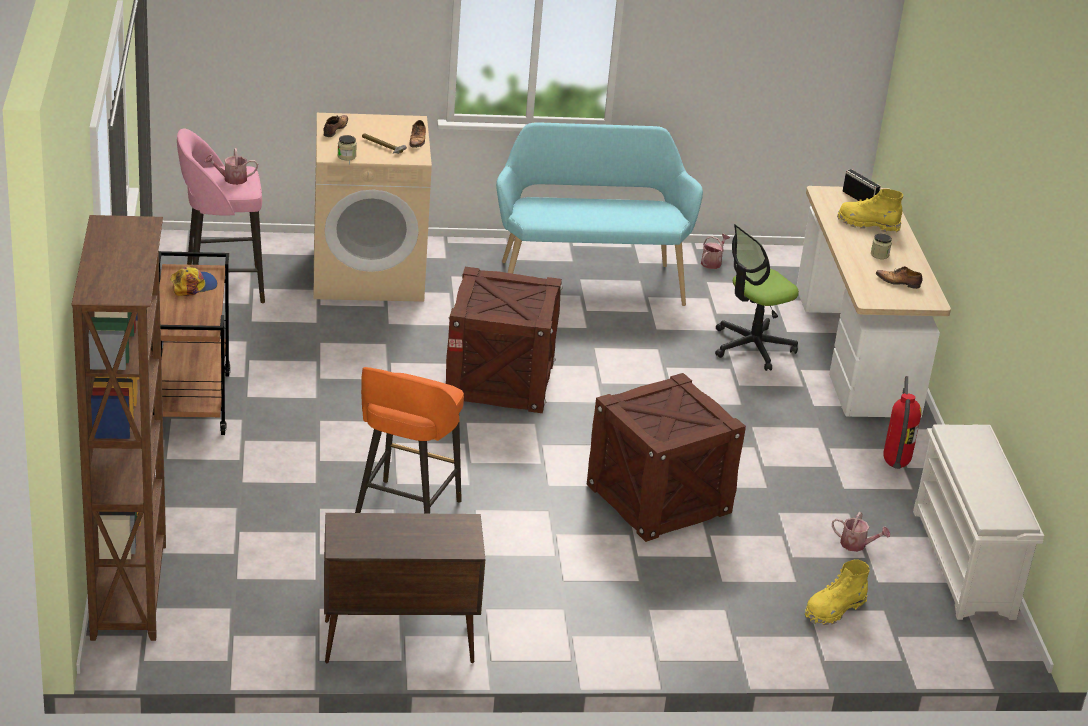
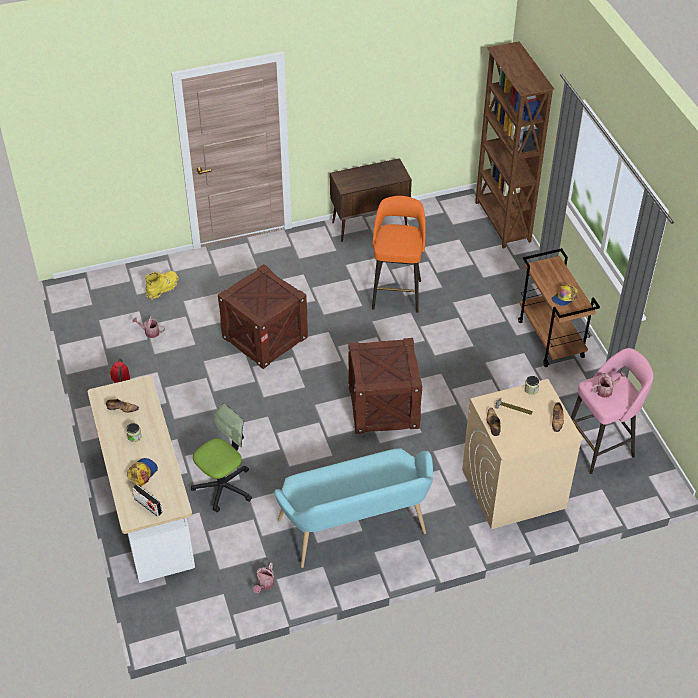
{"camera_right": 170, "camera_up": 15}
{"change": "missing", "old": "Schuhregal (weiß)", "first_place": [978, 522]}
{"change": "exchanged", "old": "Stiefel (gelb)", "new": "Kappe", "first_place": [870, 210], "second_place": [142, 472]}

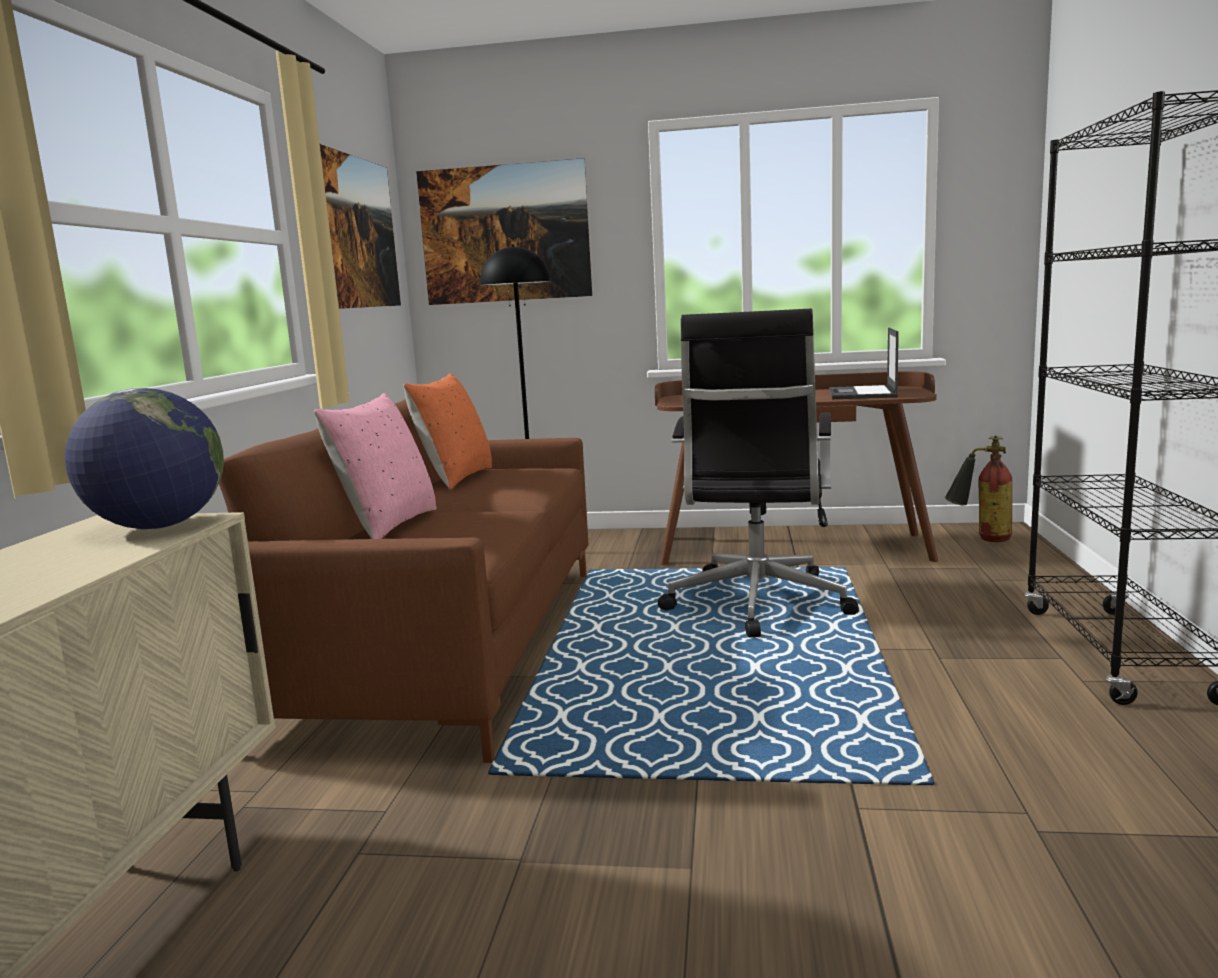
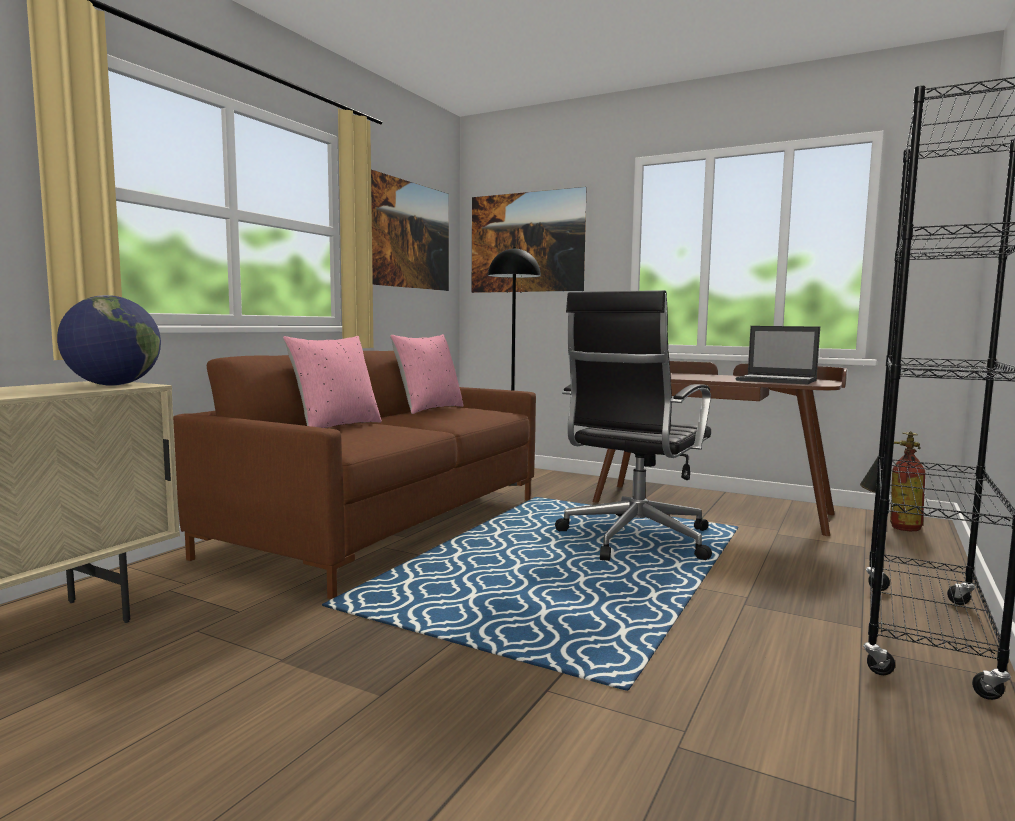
{"camera_right": 20, "camera_up": -5}
{"change": "colour", "old": "Kissen (orange)", "new": "Kissen (rosa)", "first_place": [447, 431], "second_place": [427, 374]}
{"change": "spun", "old": "Laptop", "first_place": [864, 363], "second_place": [778, 355], "degrees": -90}

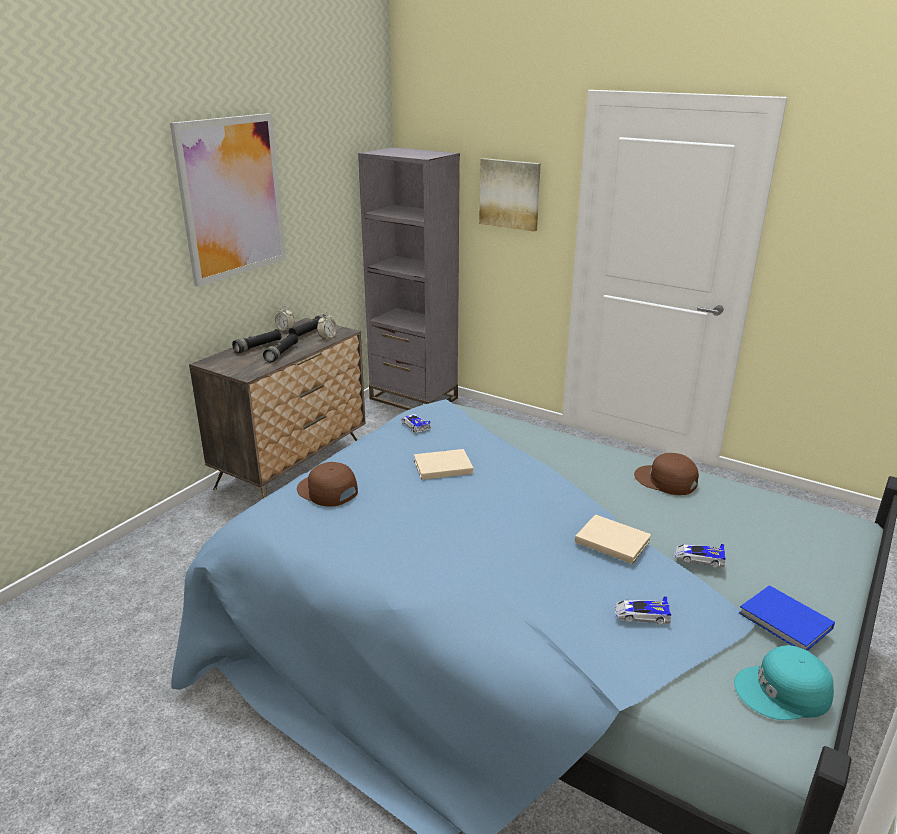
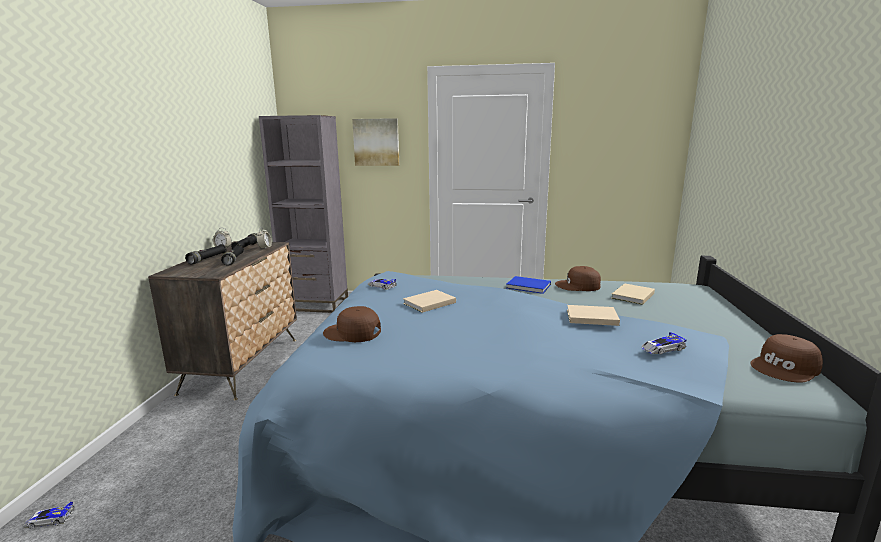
{"camera_right": -25, "camera_up": -10}
{"change": "missing", "old": "Bild", "first_place": [228, 200]}
{"change": "appeared", "new": "Buch (beige)", "second_place": [633, 294]}
{"change": "relocated", "old": "Spielzeugauto", "first_place": [700, 556], "second_place": [49, 515]}
{"change": "relocated", "old": "Buch (blau)", "first_place": [787, 618], "second_place": [528, 285]}
{"change": "colour", "old": "Kappe (türkis)", "new": "Kappe (braun)", "first_place": [784, 682], "second_place": [786, 358]}

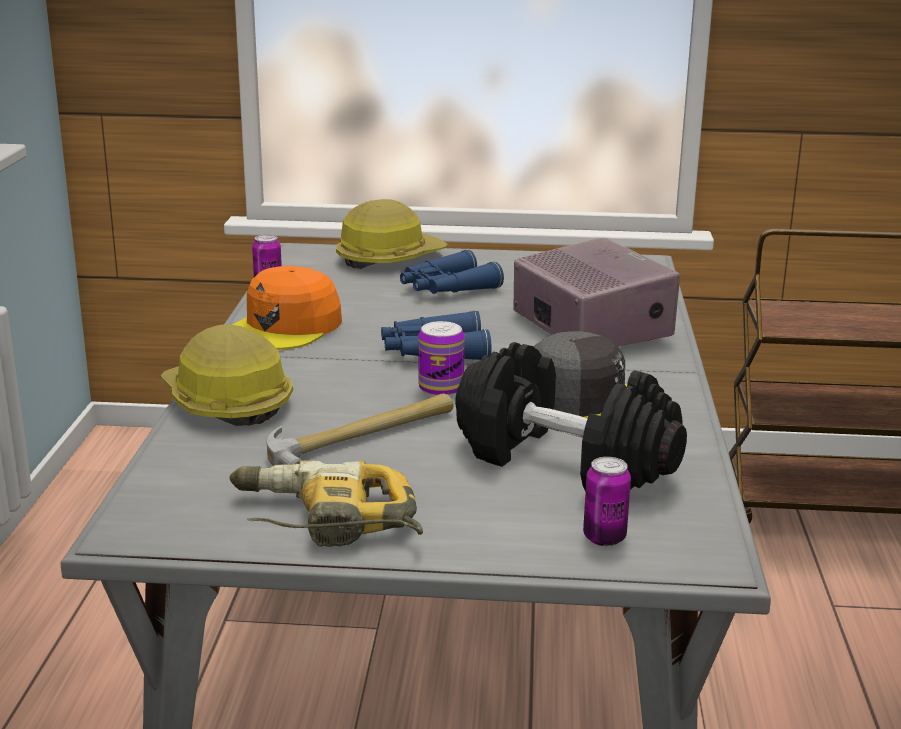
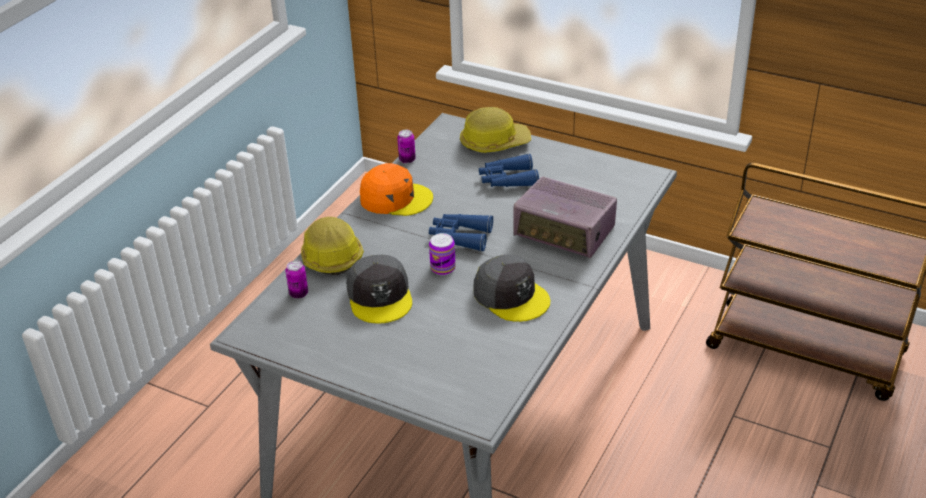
{"camera_right": 25, "camera_up": 15}
{"change": "missing", "old": "Bohrmaschine", "first_place": [326, 503]}
{"change": "missing", "old": "Hantel (schwarz)", "first_place": [571, 416]}
{"change": "relocated", "old": "Dose", "first_place": [607, 501], "second_place": [296, 279]}
{"change": "exchanged", "old": "Hammer", "new": "Kappe (grau)", "first_place": [360, 429], "second_place": [379, 289]}
{"change": "spun", "old": "Kappe (orange)", "first_place": [287, 308], "second_place": [396, 189], "degrees": -135}
{"change": "spun", "old": "Radio", "first_place": [596, 291], "second_place": [565, 217], "degrees": 120}

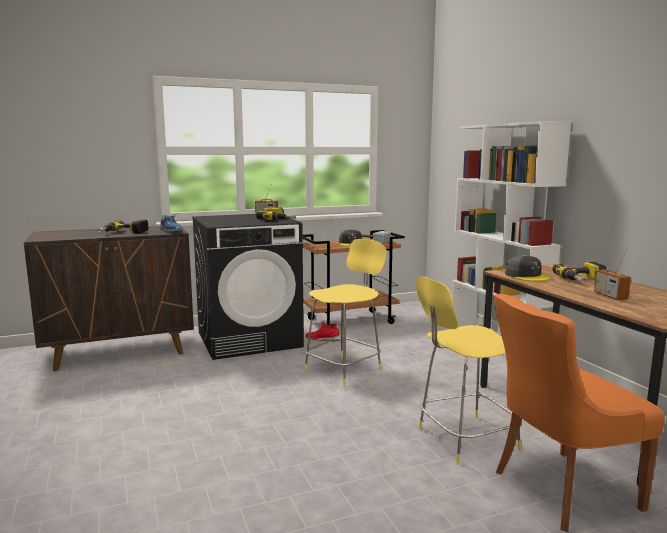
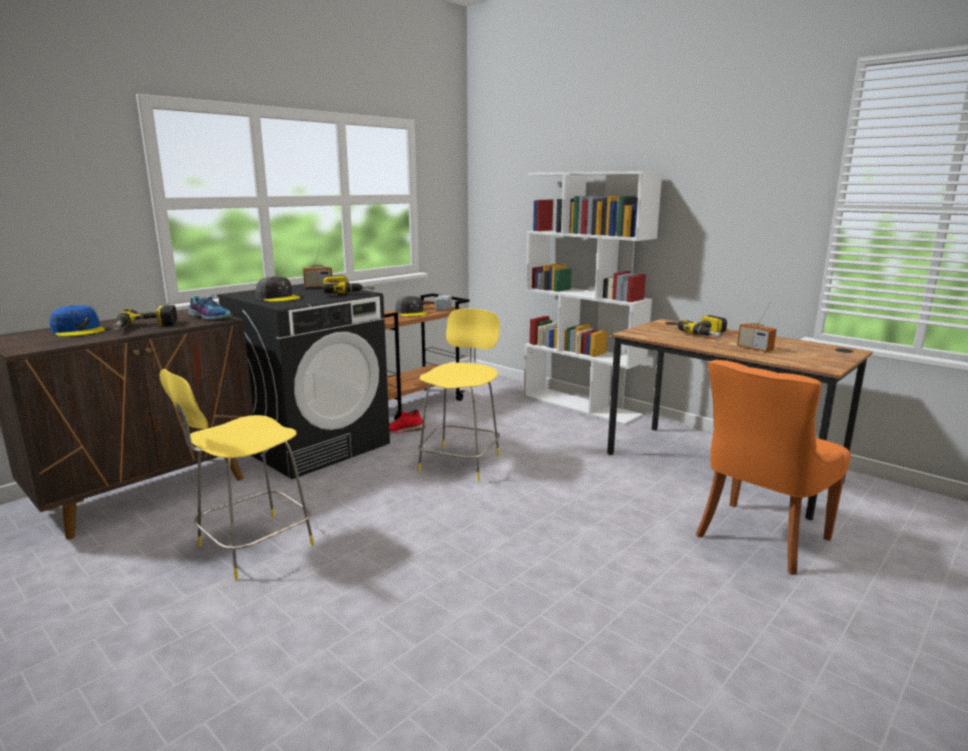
{"camera_right": -25, "camera_up": 5}
{"change": "appeared", "new": "Kappe (blau)", "second_place": [77, 321]}
{"change": "relocated", "old": "Hocker (gelb)", "first_place": [468, 370], "second_place": [237, 474]}
{"change": "relocated", "old": "Kappe (grau)", "first_place": [527, 268], "second_place": [278, 289]}

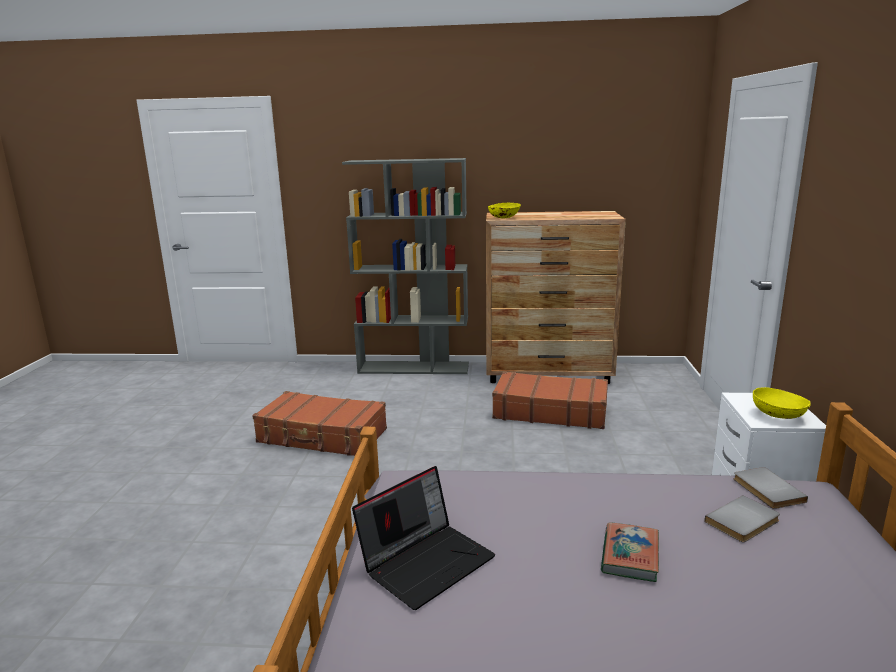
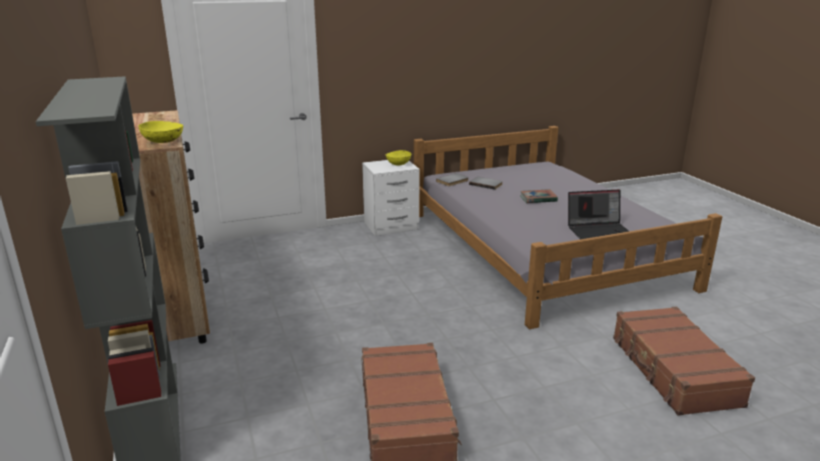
{"camera_right": -115, "camera_up": 5}
{"change": "relocated", "old": "Koffer (braun)", "first_place": [550, 400], "second_place": [684, 361]}
{"change": "spun", "old": "Laptop", "first_place": [423, 538], "second_place": [598, 214], "degrees": 150}

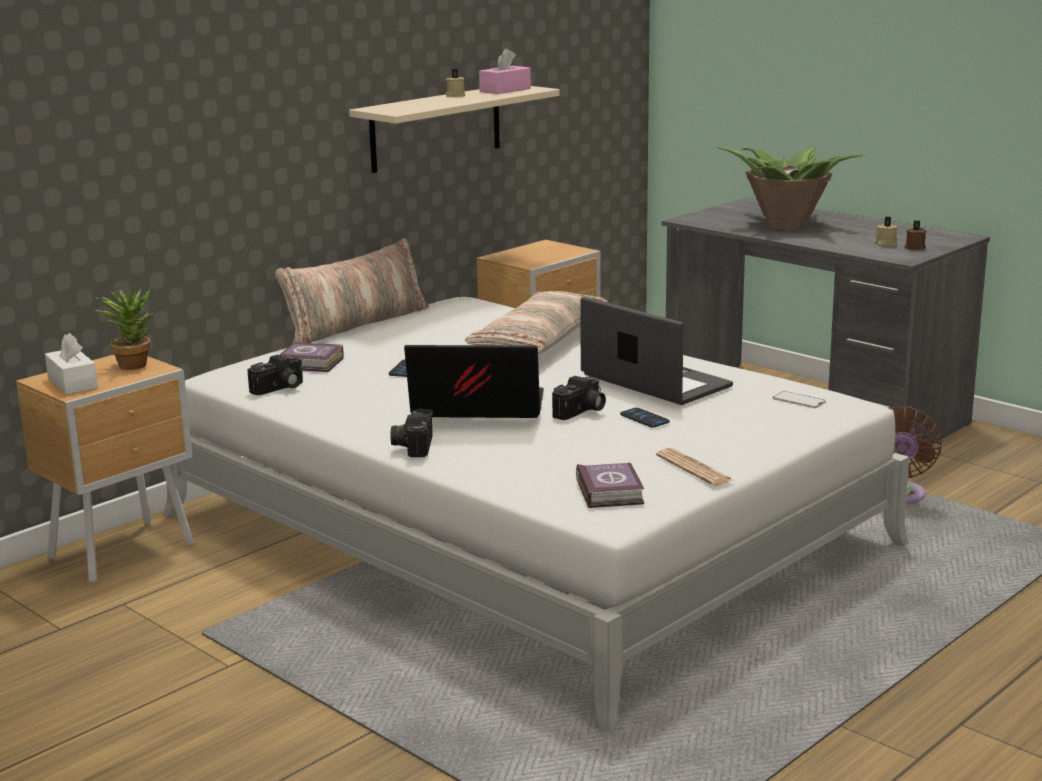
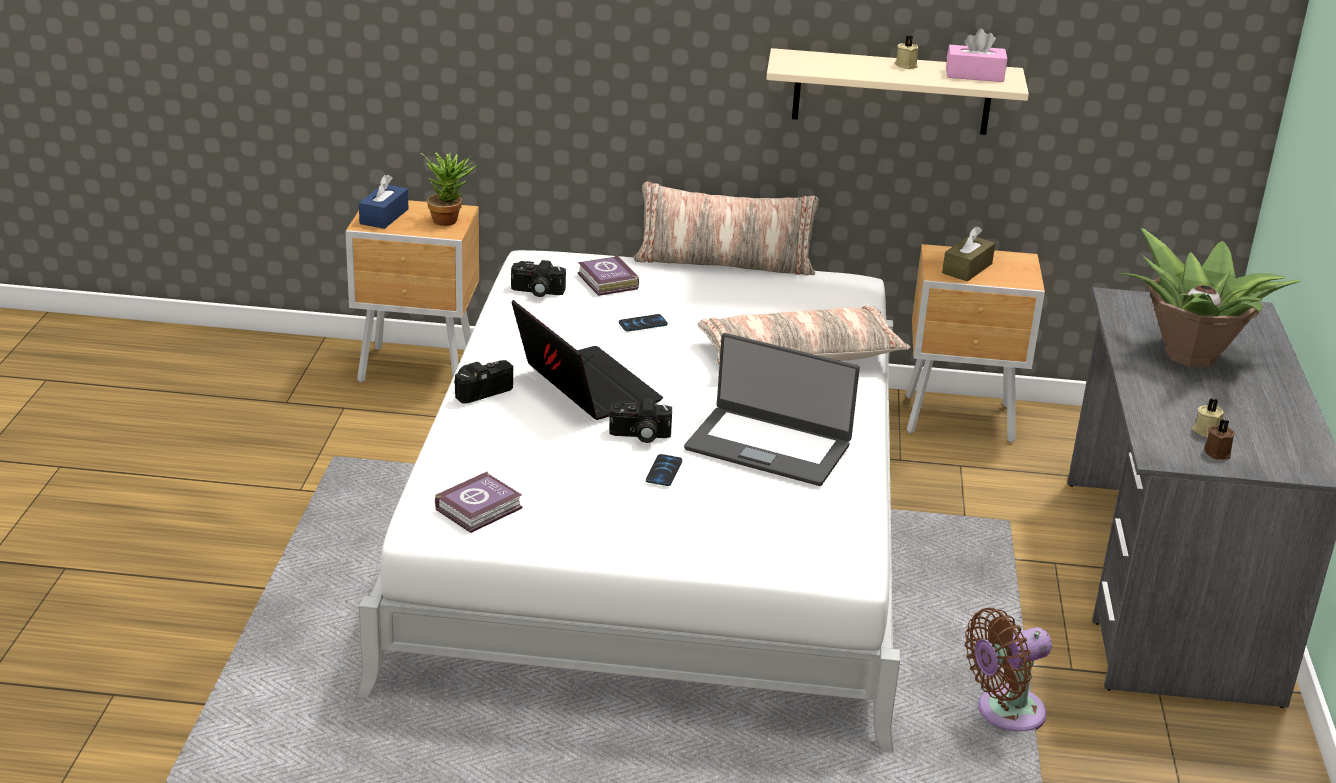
{"camera_right": 50, "camera_up": 10}
{"change": "missing", "old": "Zeitung", "first_place": [694, 467]}
{"change": "missing", "old": "Handy", "first_place": [799, 399]}
{"change": "appeared", "new": "Taschentuchbox (braun)", "second_place": [968, 254]}
{"change": "colour", "old": "Taschentuchbox (weiß)", "new": "Taschentuchbox (blau)", "first_place": [71, 363], "second_place": [383, 202]}
{"change": "spun", "old": "Laptop", "first_place": [656, 351], "second_place": [772, 409], "degrees": 105}

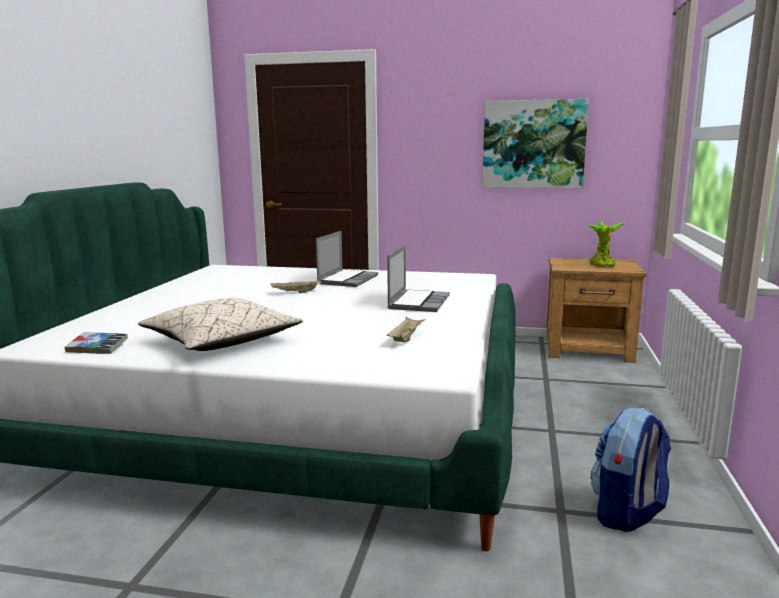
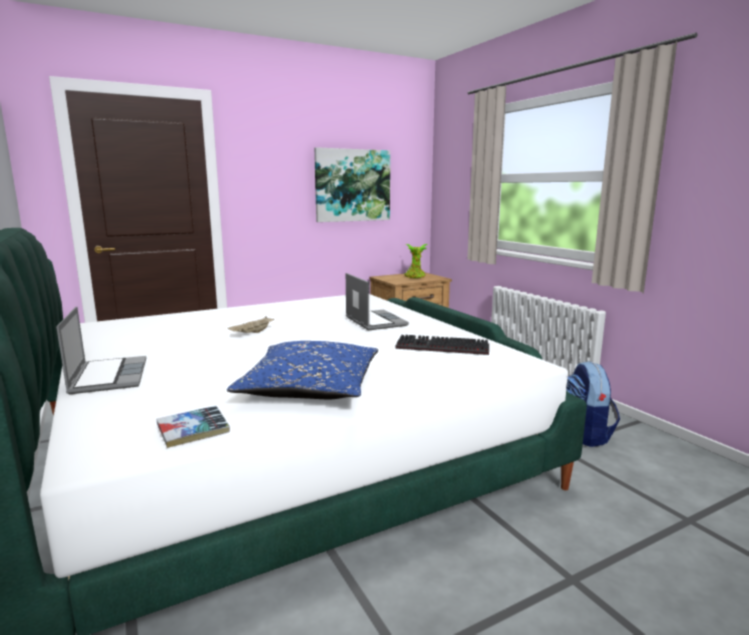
{"camera_right": -40, "camera_up": 0}
{"change": "relocated", "old": "Laptop", "first_place": [347, 259], "second_place": [101, 350]}
{"change": "exchanged", "old": "Tablett (beige)", "new": "Tastatur", "first_place": [406, 329], "second_place": [442, 345]}
{"change": "colour", "old": "Kissen (beige)", "new": "Kissen (blau)", "first_place": [220, 324], "second_place": [302, 370]}

